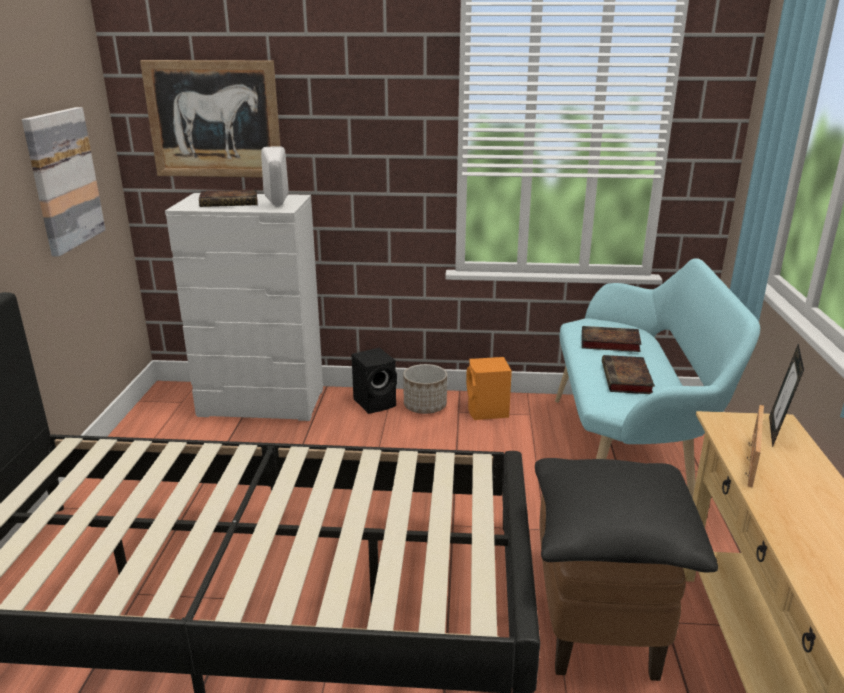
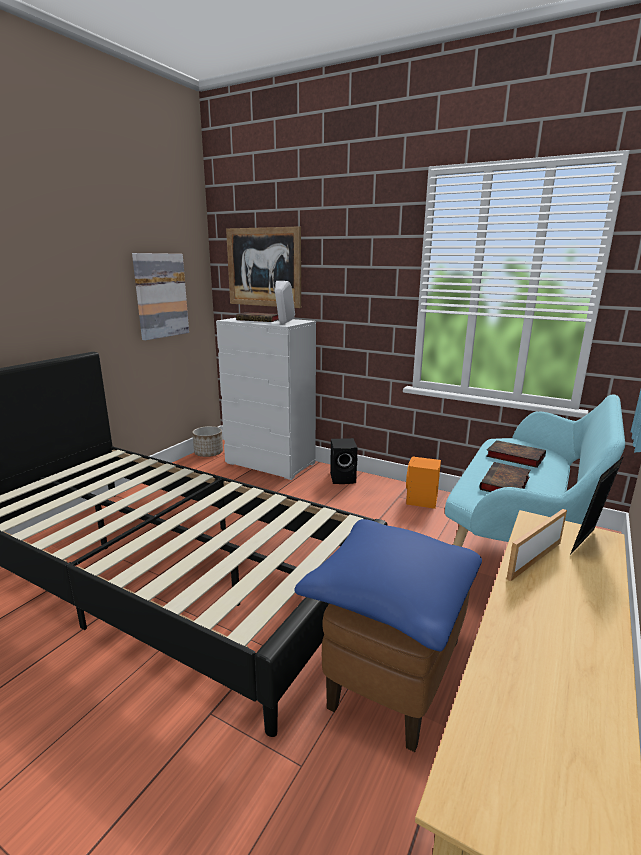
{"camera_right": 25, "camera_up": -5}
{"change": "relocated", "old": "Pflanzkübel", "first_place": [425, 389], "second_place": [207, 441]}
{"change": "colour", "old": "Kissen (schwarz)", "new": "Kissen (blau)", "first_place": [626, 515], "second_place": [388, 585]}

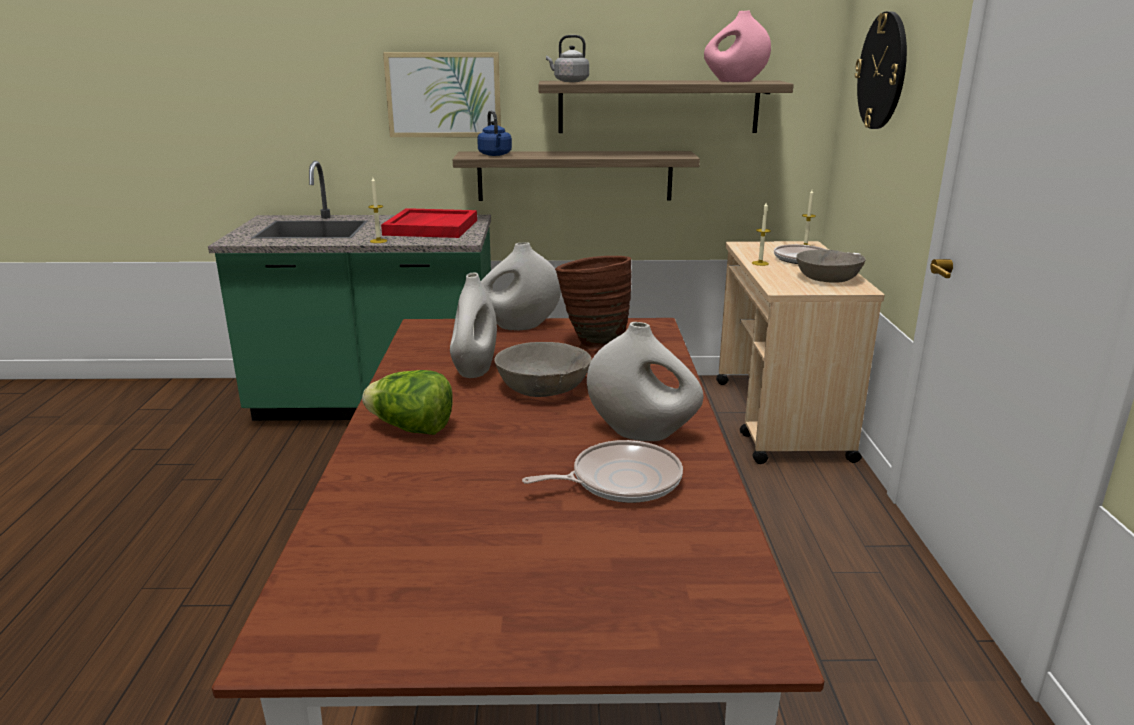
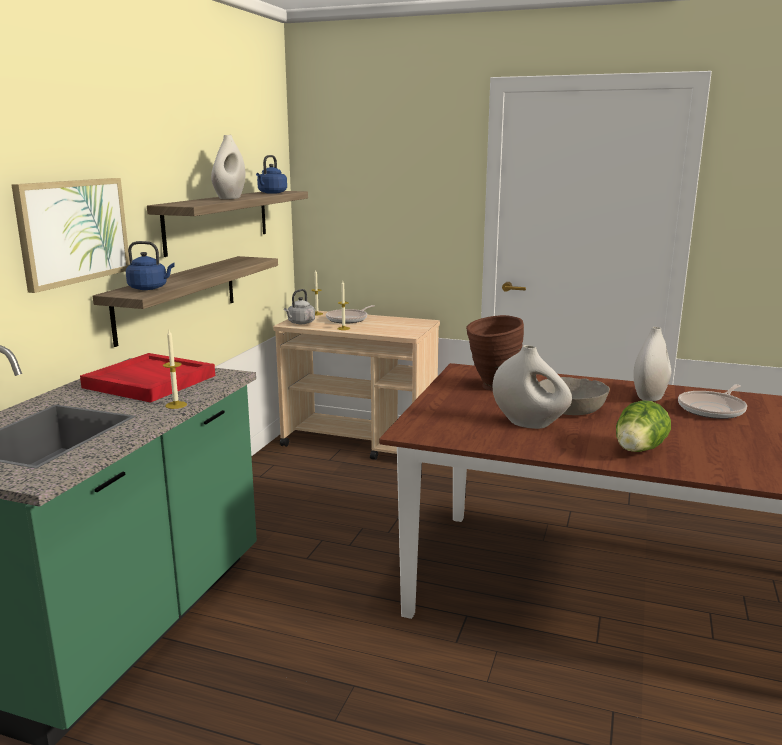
{"camera_right": -70, "camera_up": -5}
{"change": "missing", "old": "Schüssel (grau)", "first_place": [831, 266]}
{"change": "missing", "old": "Wanduhr", "first_place": [881, 70]}
{"change": "relocated", "old": "Vase (weiß)", "first_place": [521, 286], "second_place": [228, 167]}
{"change": "relocated", "old": "Wasserkessel (grau)", "first_place": [567, 58], "second_place": [299, 306]}
{"change": "exchanged", "old": "Vase (rosa)", "new": "Wasserkessel (blau)", "first_place": [737, 46], "second_place": [271, 174]}
{"change": "spun", "old": "Pfanne", "first_place": [602, 471], "second_place": [712, 401], "degrees": -135}

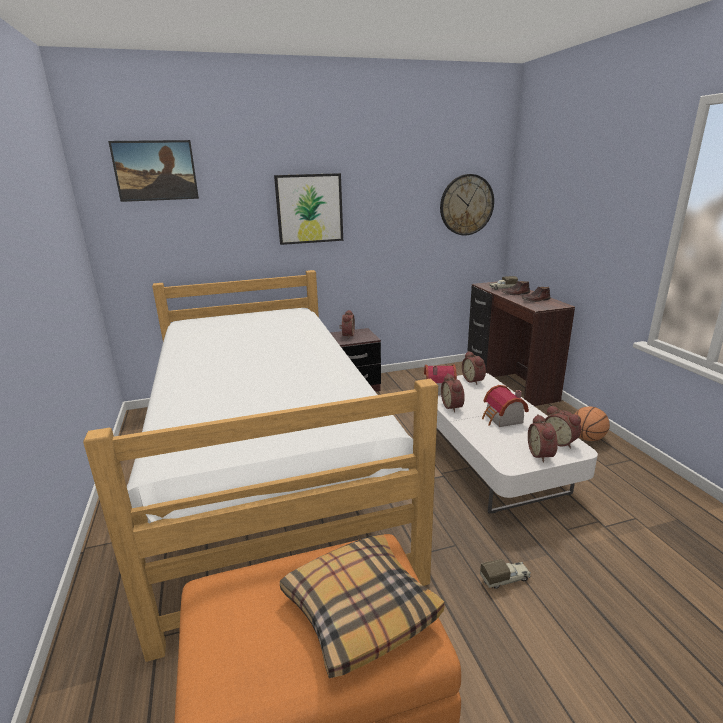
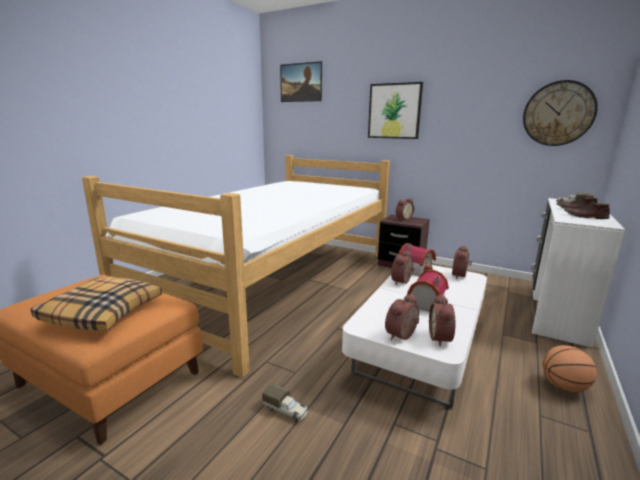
{"camera_right": 45, "camera_up": -5}
{"change": "colour", "old": "Schreibtisch (braun)", "new": "Schreibtisch (weiß)", "first_place": [521, 343], "second_place": [578, 273]}

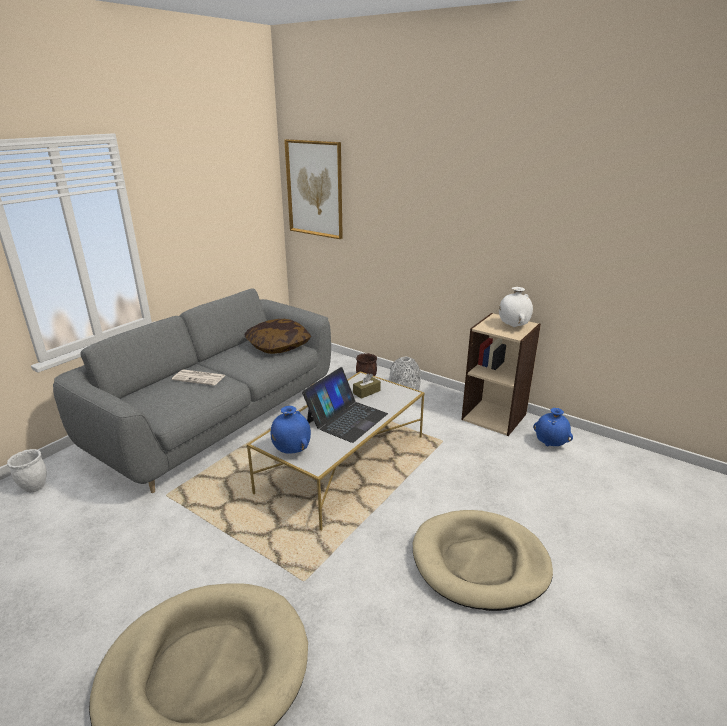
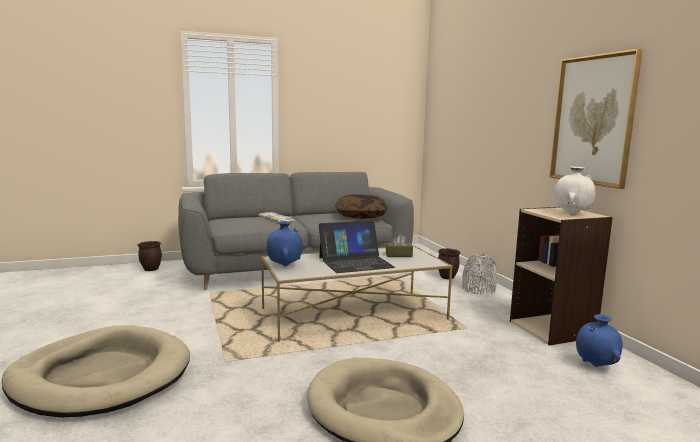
{"camera_right": 35, "camera_up": -15}
{"change": "relocated", "old": "Bild", "first_place": [313, 189], "second_place": [596, 119]}
{"change": "colour", "old": "Pflanzkübel (weiß)", "new": "Pflanzkübel (braun)", "first_place": [27, 471], "second_place": [150, 256]}

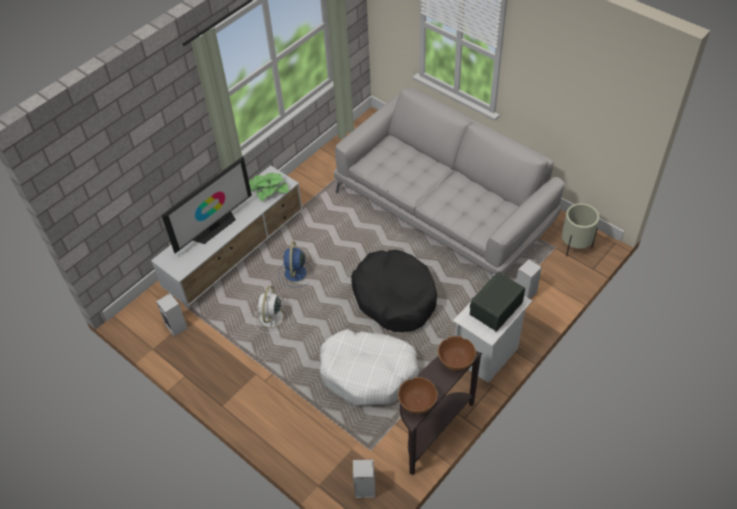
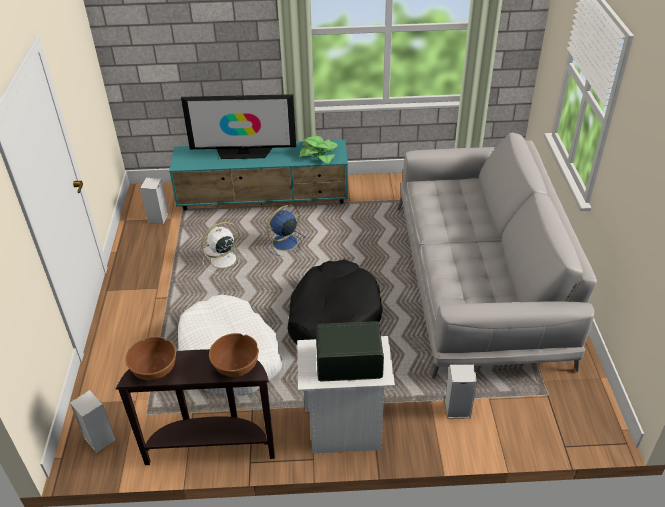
{"camera_right": 45, "camera_up": -10}
{"change": "missing", "old": "Pflanzkübel (beige)", "first_place": [580, 229]}
{"change": "colour", "old": "Fernsehschrank (weiß)", "new": "Fernsehschrank (türkis)", "first_place": [227, 236], "second_place": [258, 175]}

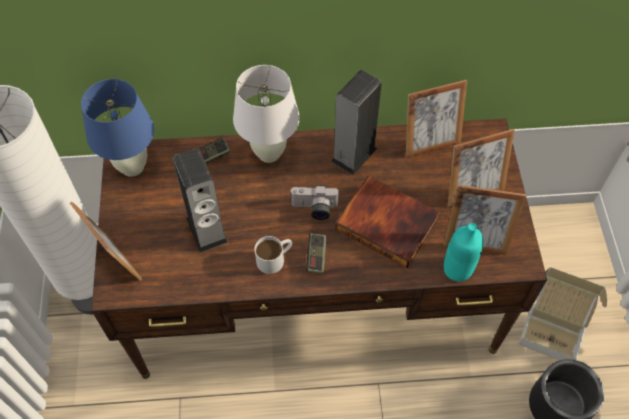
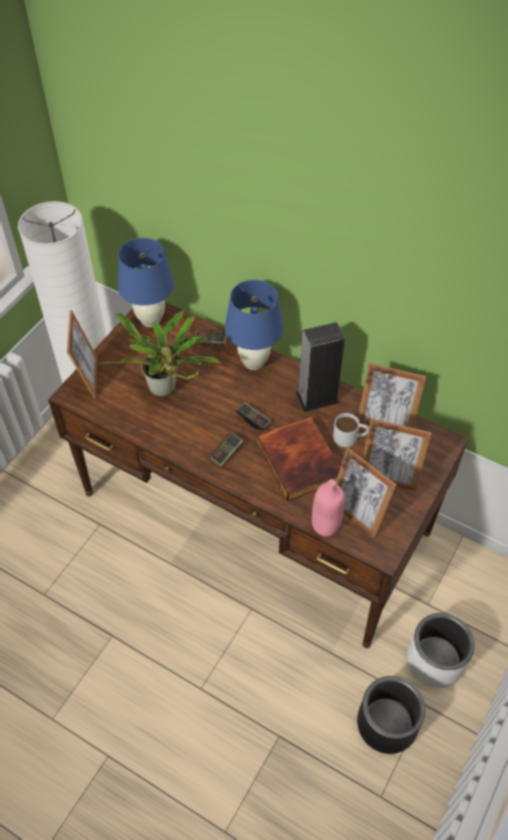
{"camera_right": 35, "camera_up": -5}
{"change": "relocated", "old": "Henkelbecher (weiß)", "first_place": [273, 255], "second_place": [351, 430]}
{"change": "exchanged", "old": "Lautsprecher", "new": "Topfpflanze", "first_place": [200, 200], "second_place": [159, 353]}
{"change": "exchanged", "old": "Kamera", "new": "Gamepad", "first_place": [315, 202], "second_place": [253, 416]}
{"change": "exchanged", "old": "Karton", "new": "Pflanzkübel (weiß)", "first_place": [563, 313], "second_place": [441, 650]}
{"change": "colour", "old": "Tischlampe (weiß)", "new": "Tischlampe (blau)", "first_place": [266, 114], "second_place": [254, 325]}
{"change": "colour", "old": "Flasche (türkis)", "new": "Flasche (rosa)", "first_place": [463, 252], "second_place": [328, 508]}

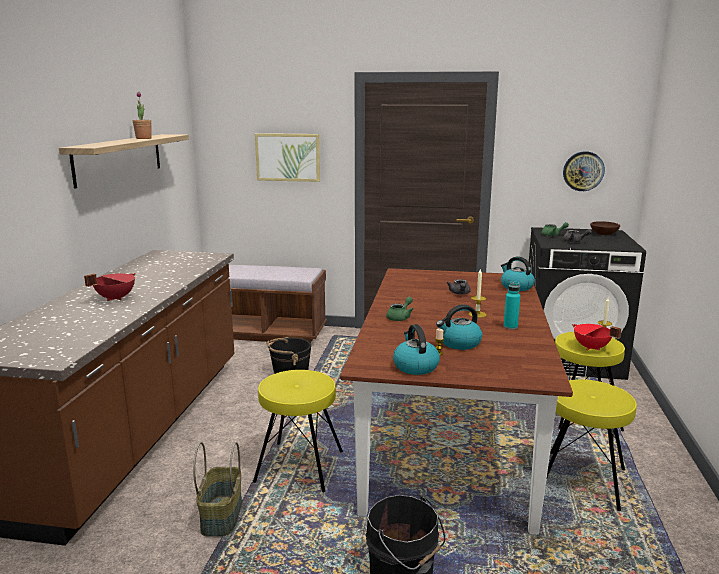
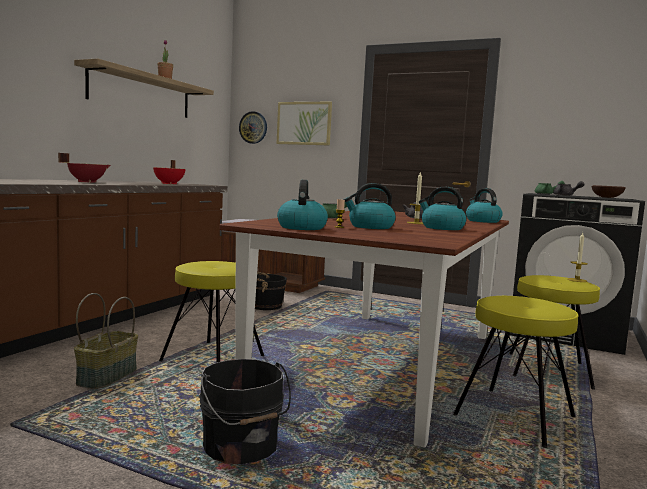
{"camera_right": 15, "camera_up": -10}
{"change": "relocated", "old": "Wanduhr", "first_place": [584, 171], "second_place": [253, 127]}
{"change": "relocated", "old": "Kochtopf (rot)", "first_place": [596, 337], "second_place": [169, 172]}
{"change": "exchanged", "old": "Flasche (türkis)", "new": "Wasserkessel", "first_place": [512, 305], "second_place": [442, 208]}

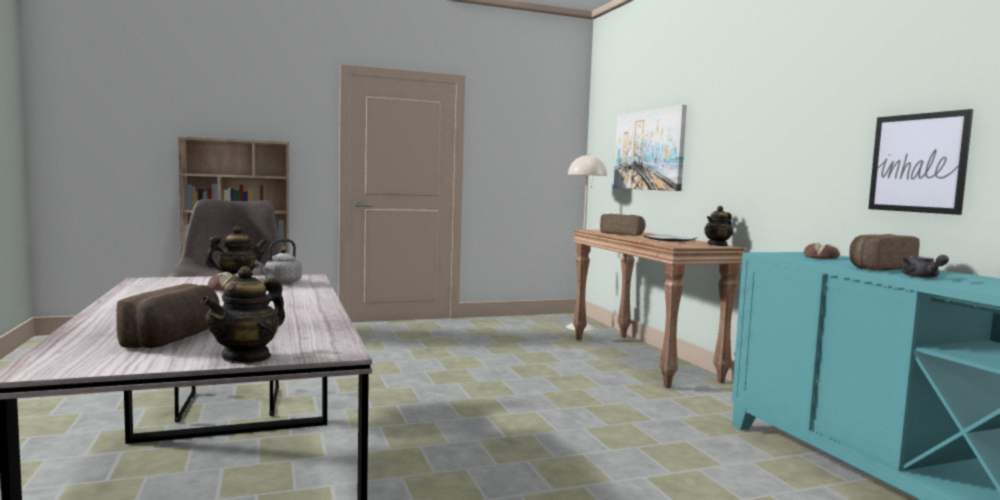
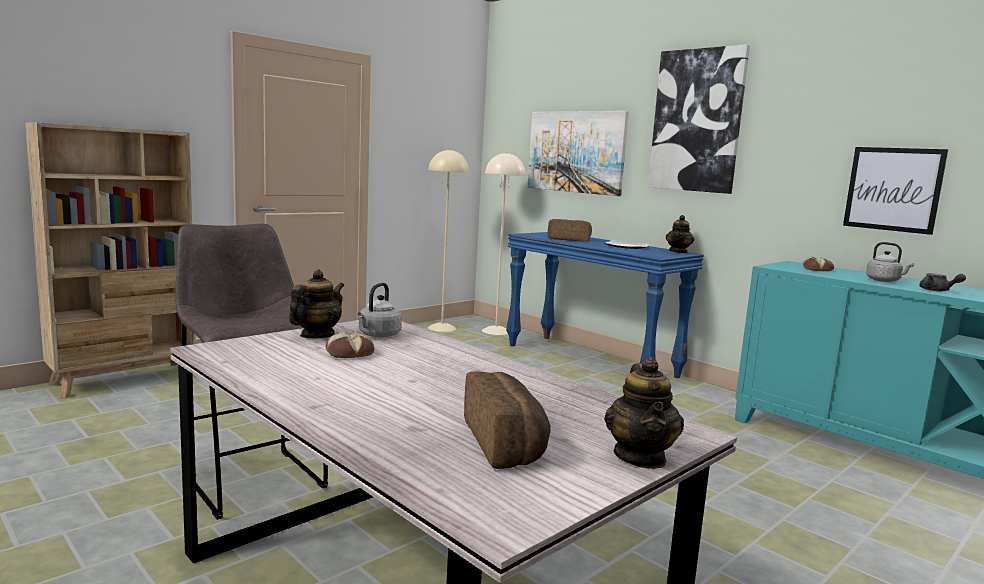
{"camera_right": -25, "camera_up": 5}
{"change": "appeared", "new": "Stehlampe (beige)", "second_place": [448, 240]}
{"change": "appeared", "new": "Bild", "second_place": [699, 119]}
{"change": "exchanged", "old": "Brot", "new": "Wasserkessel (grau)", "first_place": [884, 252], "second_place": [890, 262]}
{"change": "colour", "old": "Konsolentisch (braun)", "new": "Konsolentisch (blau)", "first_place": [659, 309], "second_place": [605, 305]}

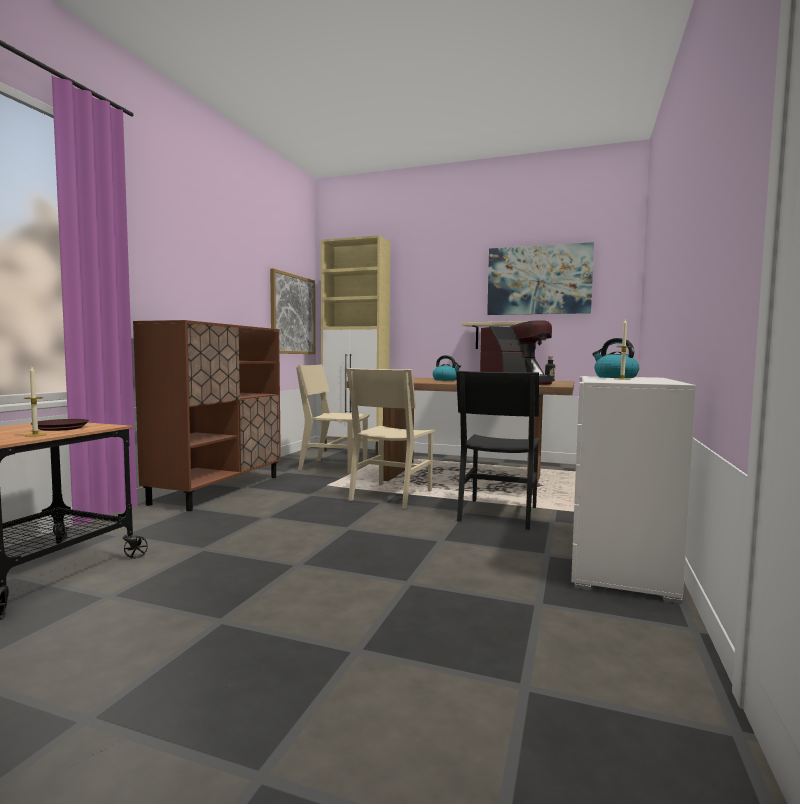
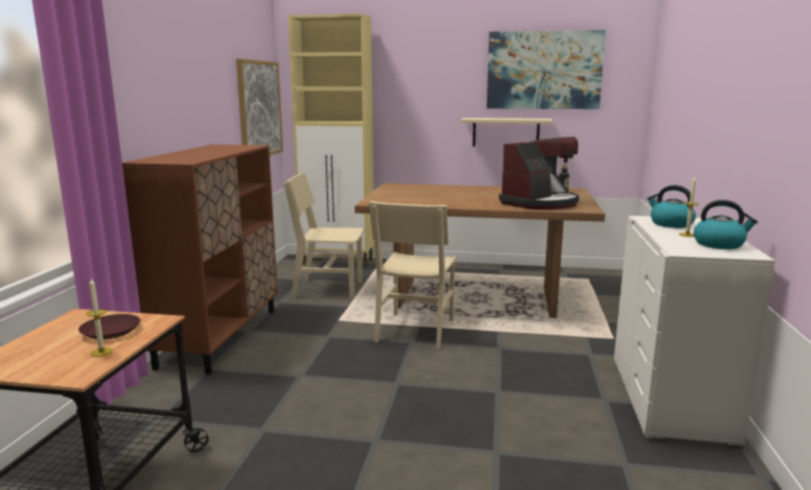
{"camera_right": -10, "camera_up": 10}
{"change": "missing", "old": "Stuhl (schwarz)", "first_place": [498, 450]}
{"change": "relocated", "old": "Wasserkessel", "first_place": [447, 368], "second_place": [726, 224]}

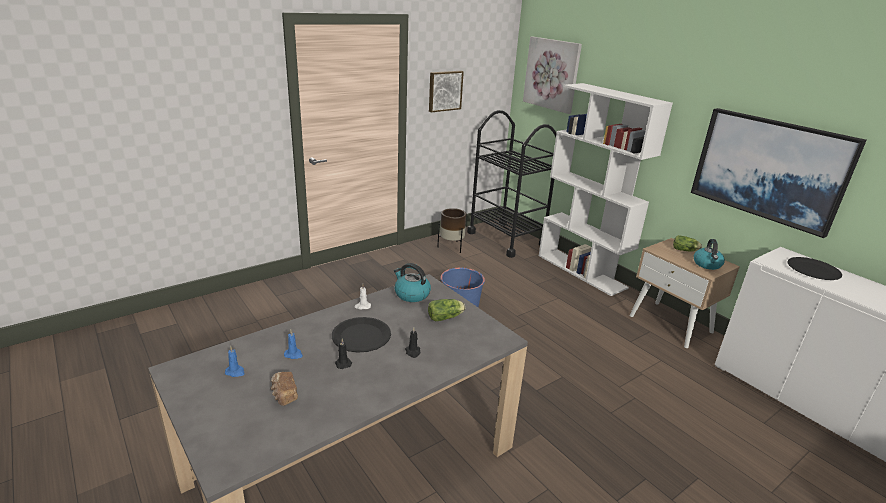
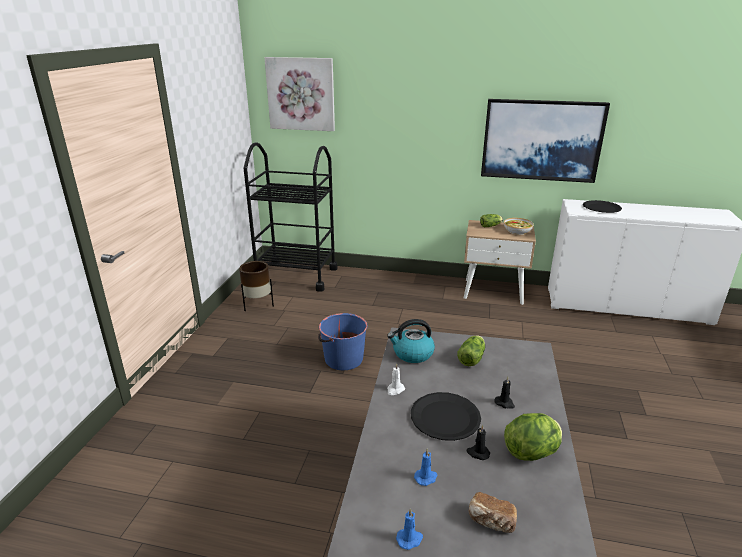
{"camera_right": -40, "camera_up": 0}
{"change": "missing", "old": "Bild", "first_place": [446, 91]}
{"change": "missing", "old": "Bücherregal (weiß)", "first_place": [606, 189]}
{"change": "appeared", "new": "Salatkopf", "second_place": [533, 437]}
{"change": "exchanged", "old": "Wasserkessel", "new": "Schüssel", "first_place": [709, 254], "second_place": [519, 226]}

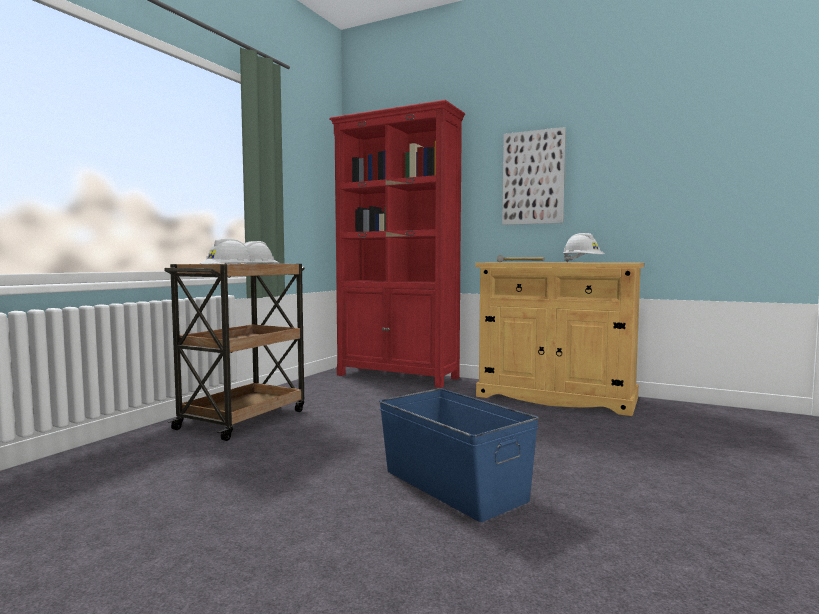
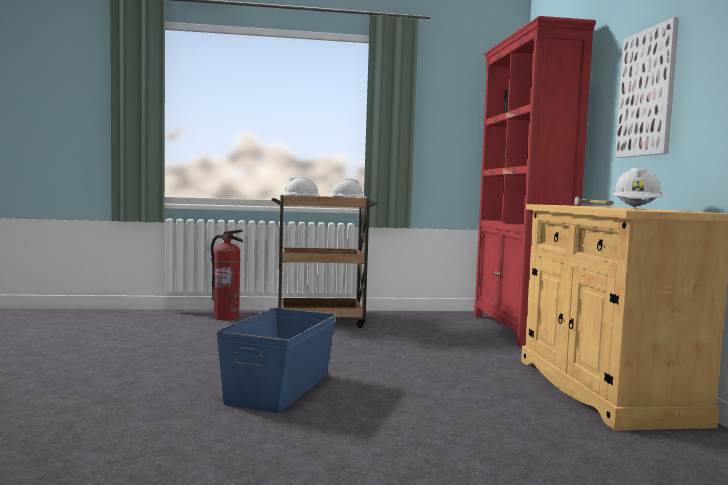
{"camera_right": 55, "camera_up": 0}
{"change": "appeared", "new": "Feuerlöscher", "second_place": [227, 275]}

